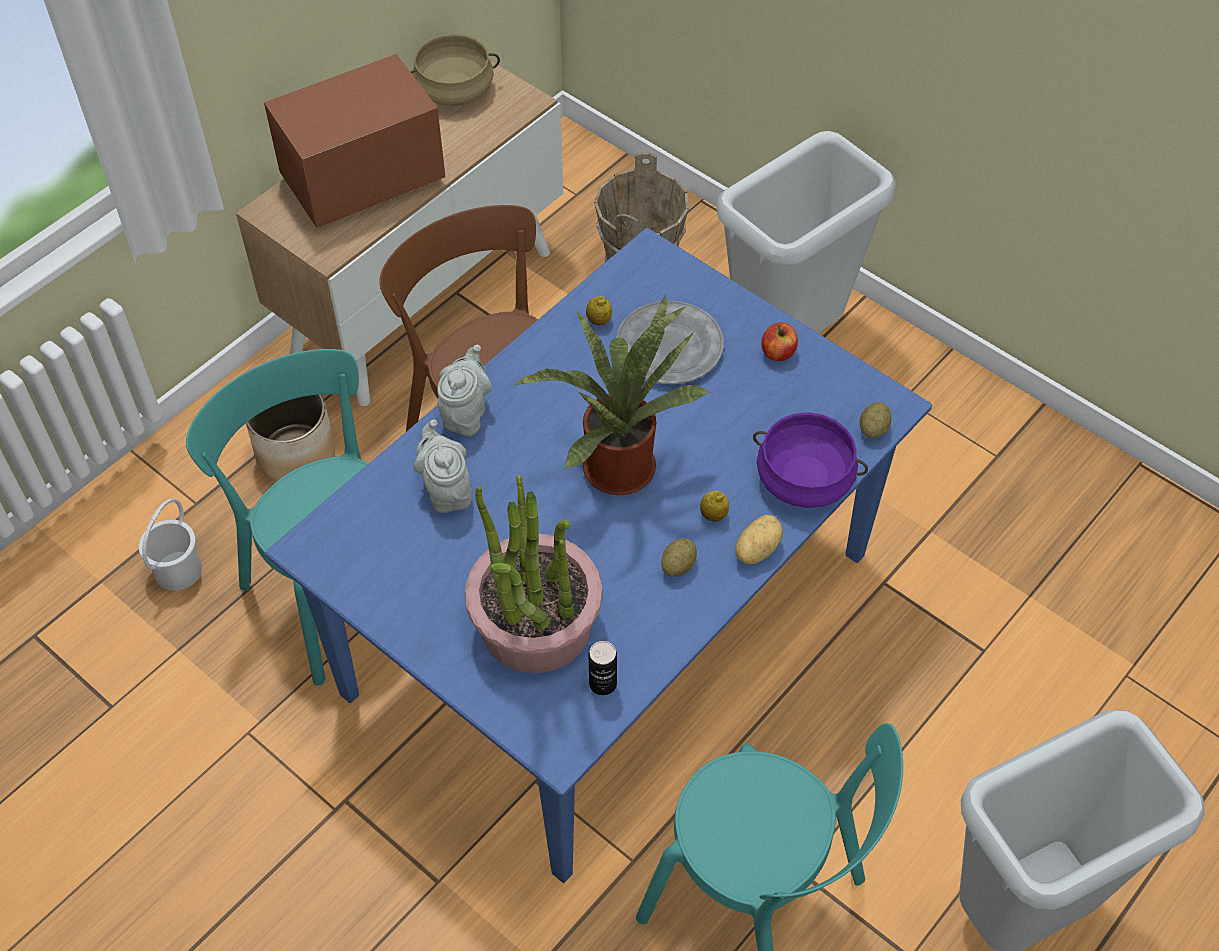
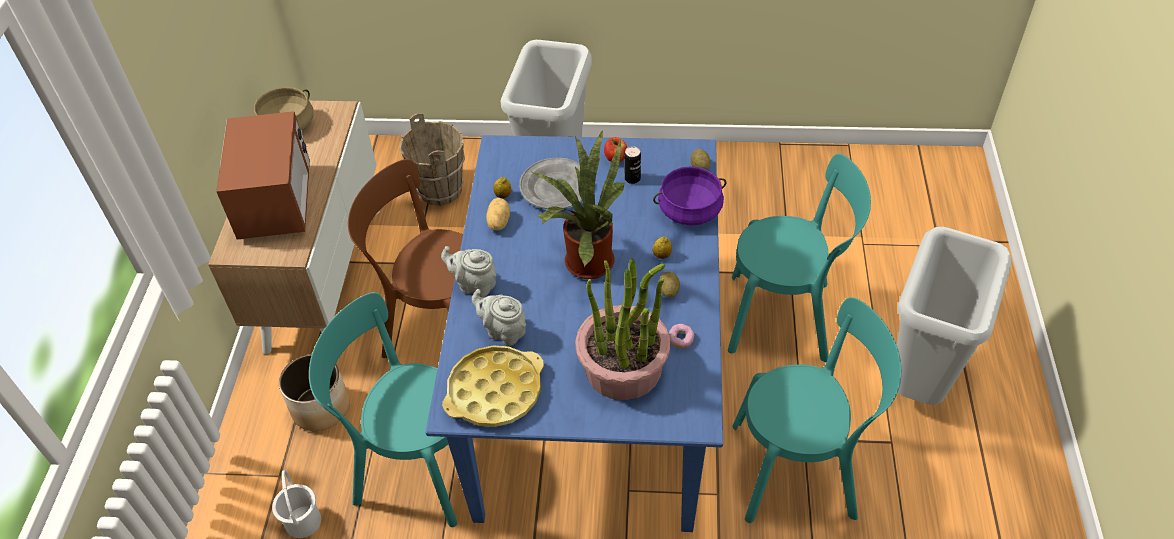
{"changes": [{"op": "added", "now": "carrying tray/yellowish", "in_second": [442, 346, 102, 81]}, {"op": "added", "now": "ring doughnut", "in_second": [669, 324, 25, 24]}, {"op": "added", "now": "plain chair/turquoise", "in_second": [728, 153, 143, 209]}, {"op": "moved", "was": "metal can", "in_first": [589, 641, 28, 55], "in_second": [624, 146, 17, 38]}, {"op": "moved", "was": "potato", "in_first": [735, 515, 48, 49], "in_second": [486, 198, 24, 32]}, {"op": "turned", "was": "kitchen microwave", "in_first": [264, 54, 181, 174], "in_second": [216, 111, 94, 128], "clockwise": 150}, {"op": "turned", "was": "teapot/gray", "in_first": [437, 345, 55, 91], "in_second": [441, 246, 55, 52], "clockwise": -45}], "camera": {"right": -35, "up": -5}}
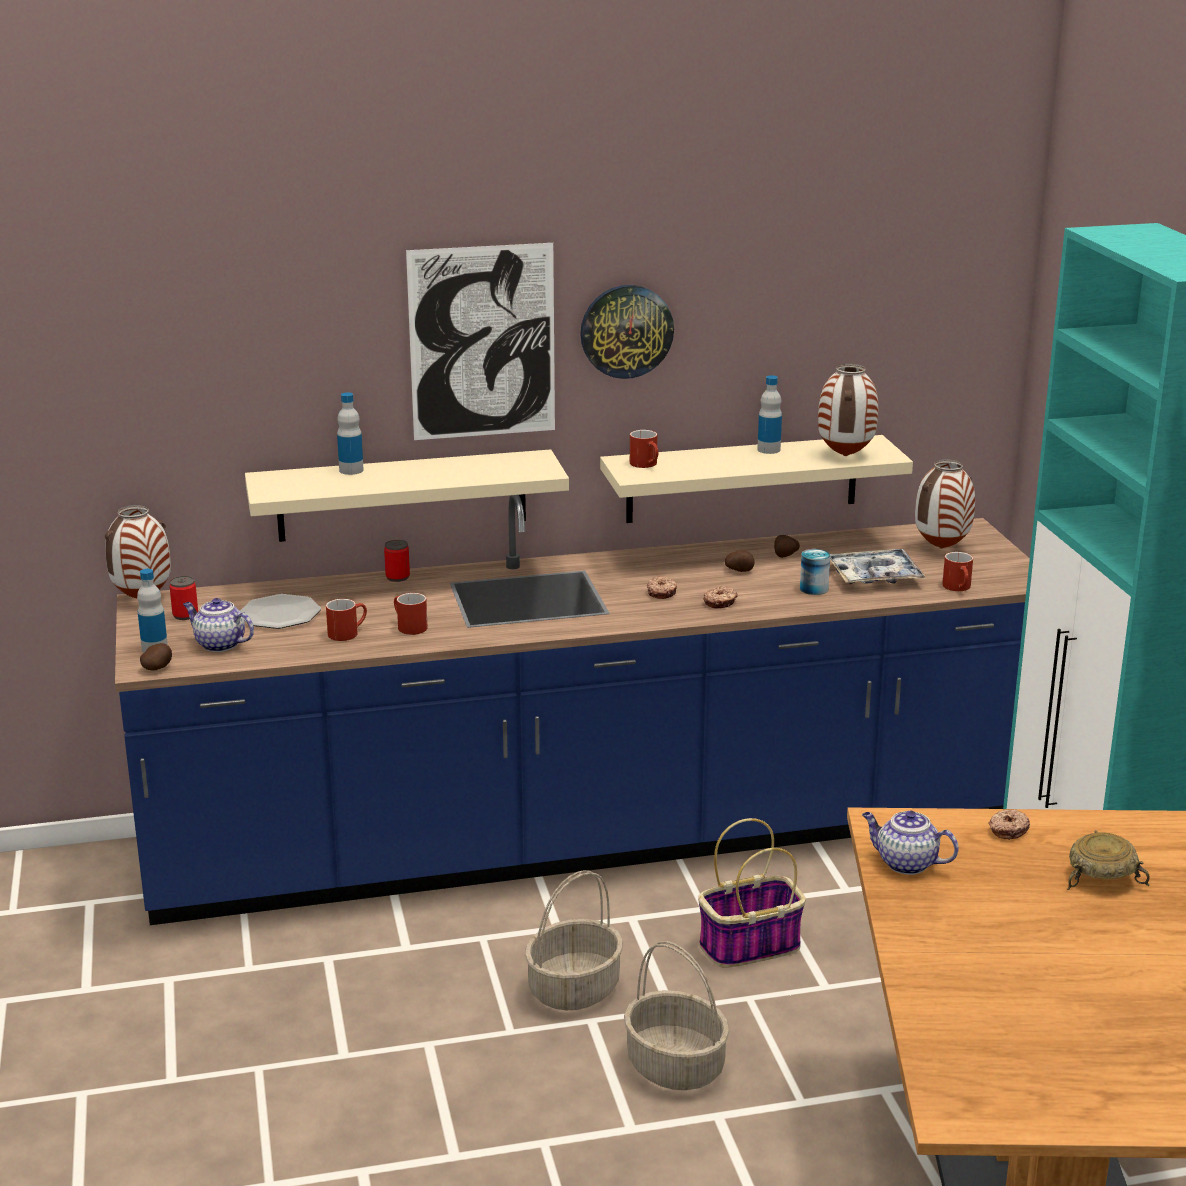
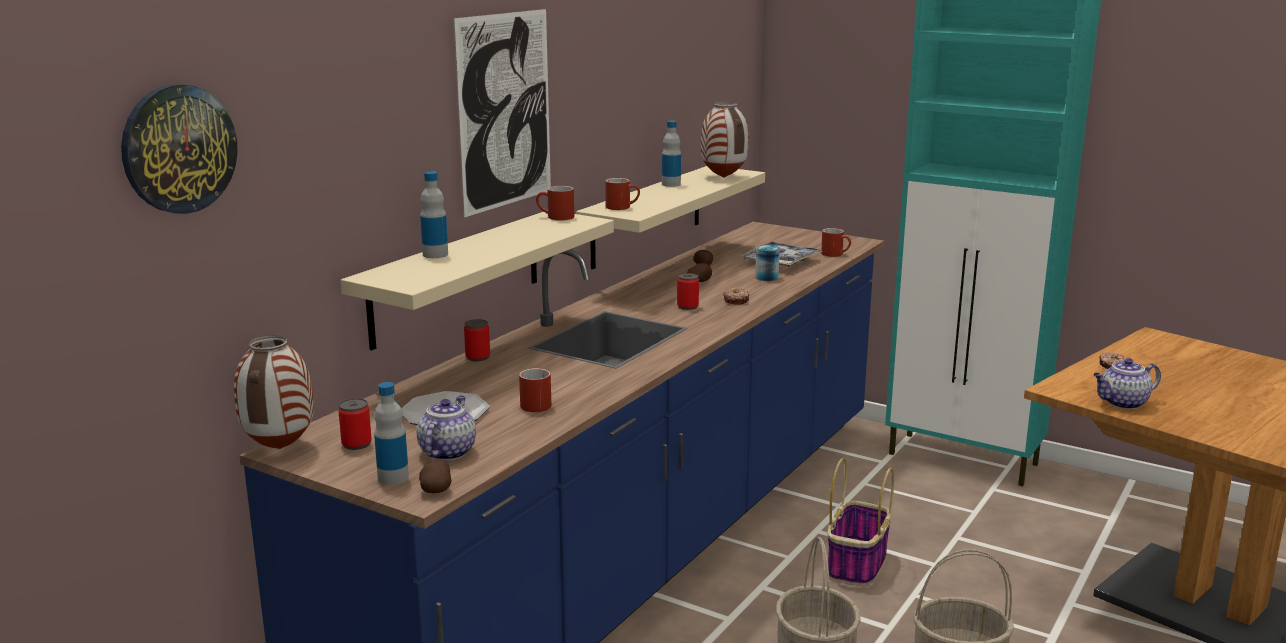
{"changes": [{"op": "removed", "was": "decorative vase", "in_first": [915, 459, 60, 90]}, {"op": "removed", "was": "deep dish/sand-coloured", "in_first": [1067, 830, 83, 60]}, {"op": "moved", "was": "coffee mug/reddish", "in_first": [394, 593, 34, 42], "in_second": [536, 186, 38, 35]}, {"op": "moved", "was": "clock on the wall", "in_first": [580, 285, 94, 94], "in_second": [121, 84, 116, 130]}, {"op": "replaced", "was": "ring doughnut", "now": "metal can", "in_first": [647, 576, 30, 23], "in_second": [677, 273, 22, 37]}, {"op": "turned", "was": "teapot", "in_first": [183, 598, 71, 54], "in_second": [416, 396, 60, 65], "clockwise": 120}], "camera": {"right": -45, "up": -5}}
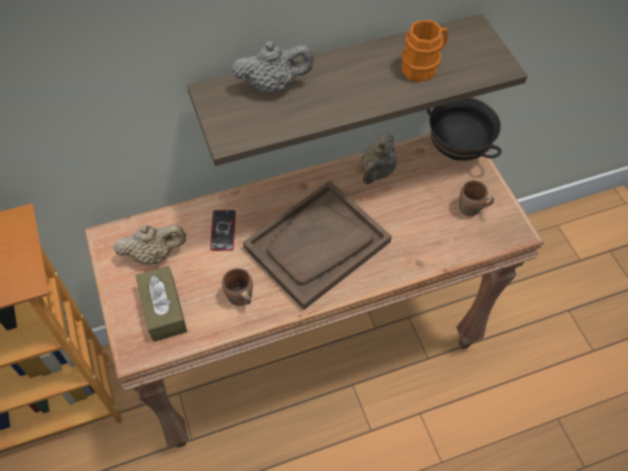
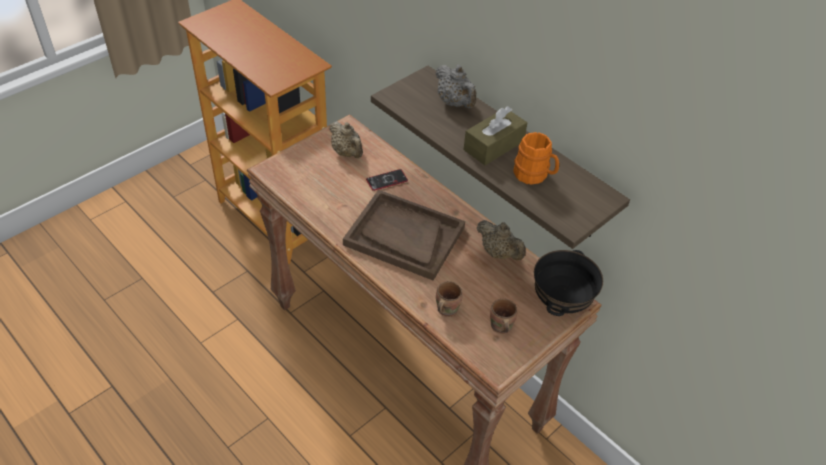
{"changes": [{"op": "moved", "was": "tissue holder/brown-coloured", "in_first": [136, 266, 51, 76], "in_second": [463, 106, 64, 59]}, {"op": "moved", "was": "coffee mug/brown-coloured", "in_first": [222, 268, 31, 38], "in_second": [436, 281, 26, 36]}, {"op": "turned", "was": "teapot/sand-coloured", "in_first": [360, 133, 37, 51], "in_second": [476, 220, 50, 40], "clockwise": -135}], "camera": {"right": 65, "up": -10}}
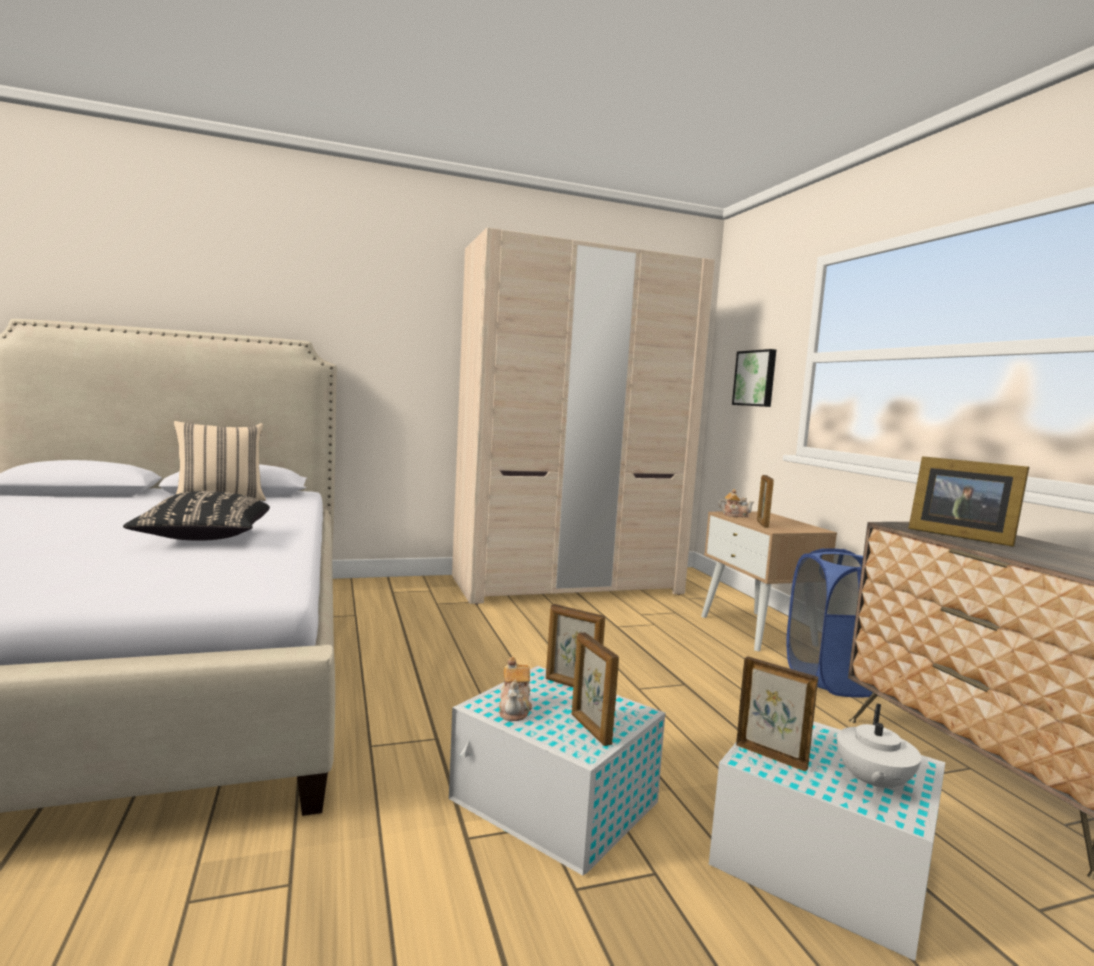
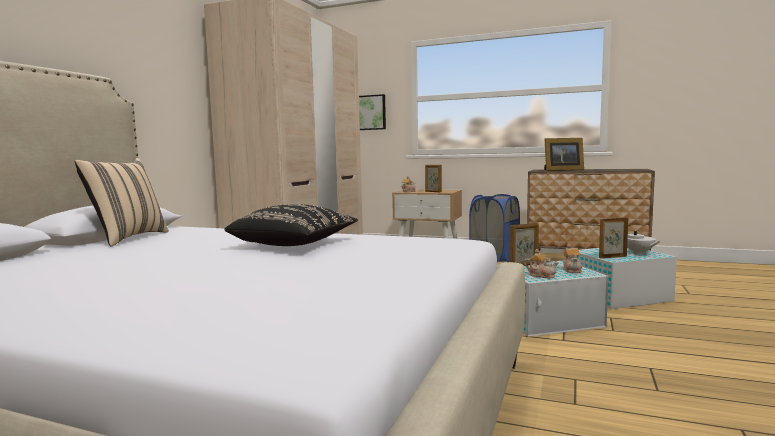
{"changes": [{"op": "replaced", "was": "picture frame", "now": "teapot", "in_first": [572, 632, 47, 114], "in_second": [563, 244, 19, 29]}], "camera": {"right": -50, "up": 0}}
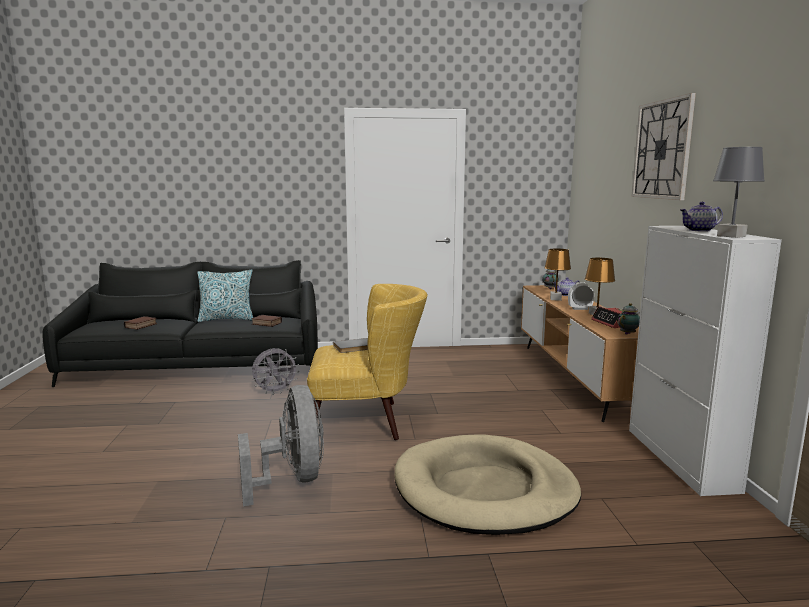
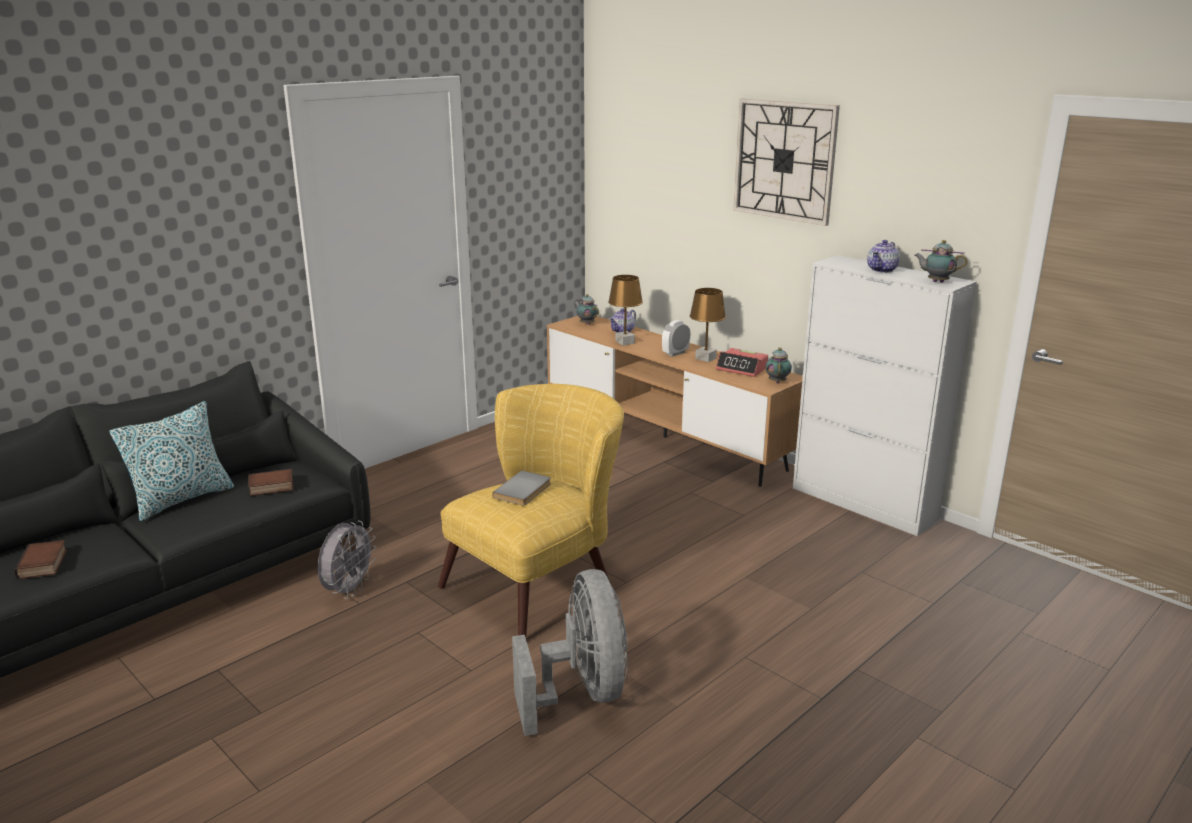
{"changes": [{"op": "removed", "was": "dog cushion/sand-coloured", "in_first": [394, 434, 187, 101]}, {"op": "replaced", "was": "lamp for a table/gray", "now": "teapot", "in_first": [713, 147, 52, 91], "in_second": [914, 240, 53, 43]}, {"op": "turned", "was": "fan/gray", "in_first": [238, 385, 86, 121], "in_second": [512, 569, 116, 167], "clockwise": 45}], "camera": {"right": -40, "up": 10}}
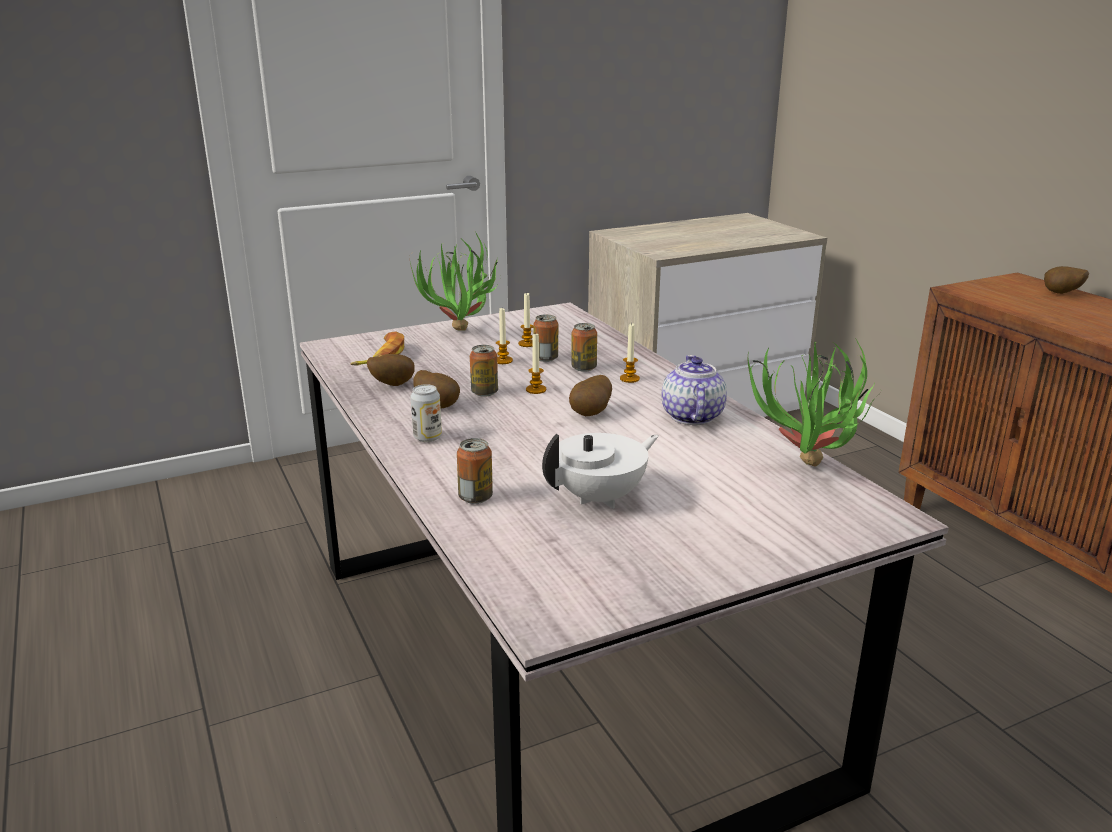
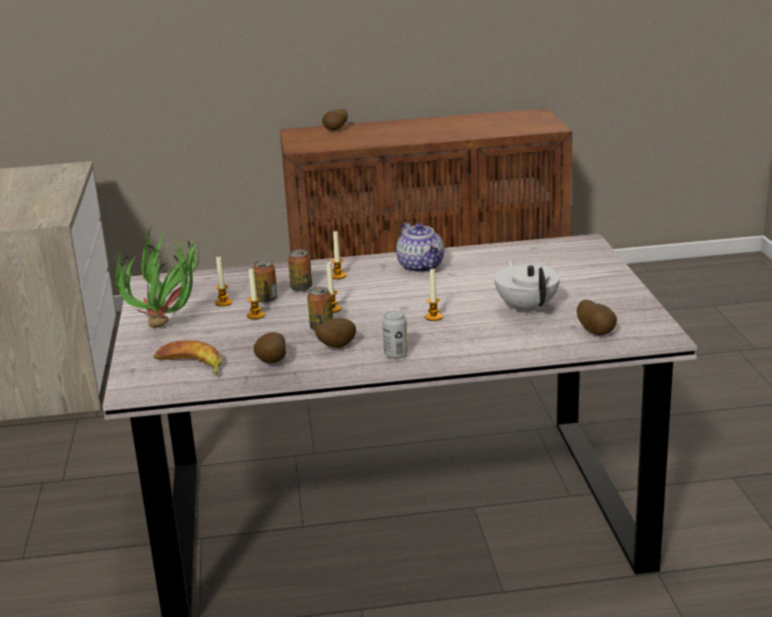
{"changes": [{"op": "removed", "was": "metal can", "in_first": [457, 438, 36, 66]}, {"op": "removed", "was": "houseplant", "in_first": [748, 338, 130, 129]}, {"op": "added", "now": "wax light", "in_second": [425, 269, 18, 52]}, {"op": "moved", "was": "potato", "in_first": [569, 375, 43, 41], "in_second": [577, 300, 40, 35]}, {"op": "turned", "was": "teapot", "in_first": [662, 355, 65, 70], "in_second": [396, 222, 48, 51], "clockwise": -135}], "camera": {"right": -70, "up": 0}}
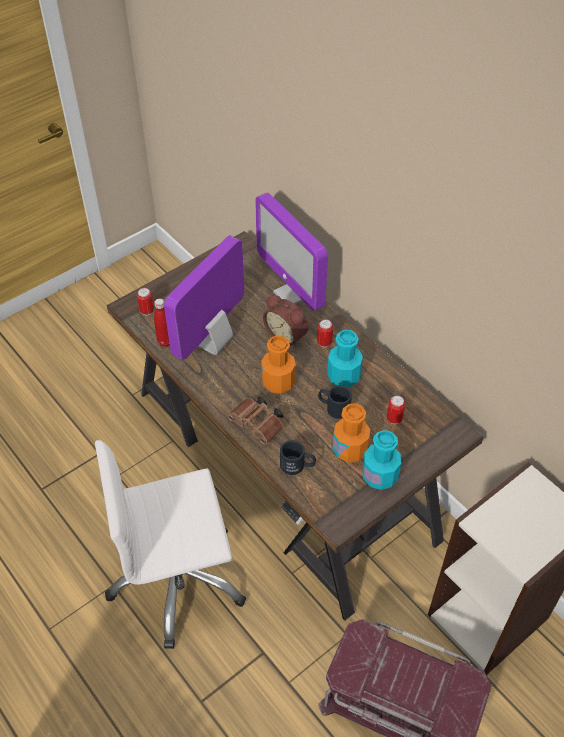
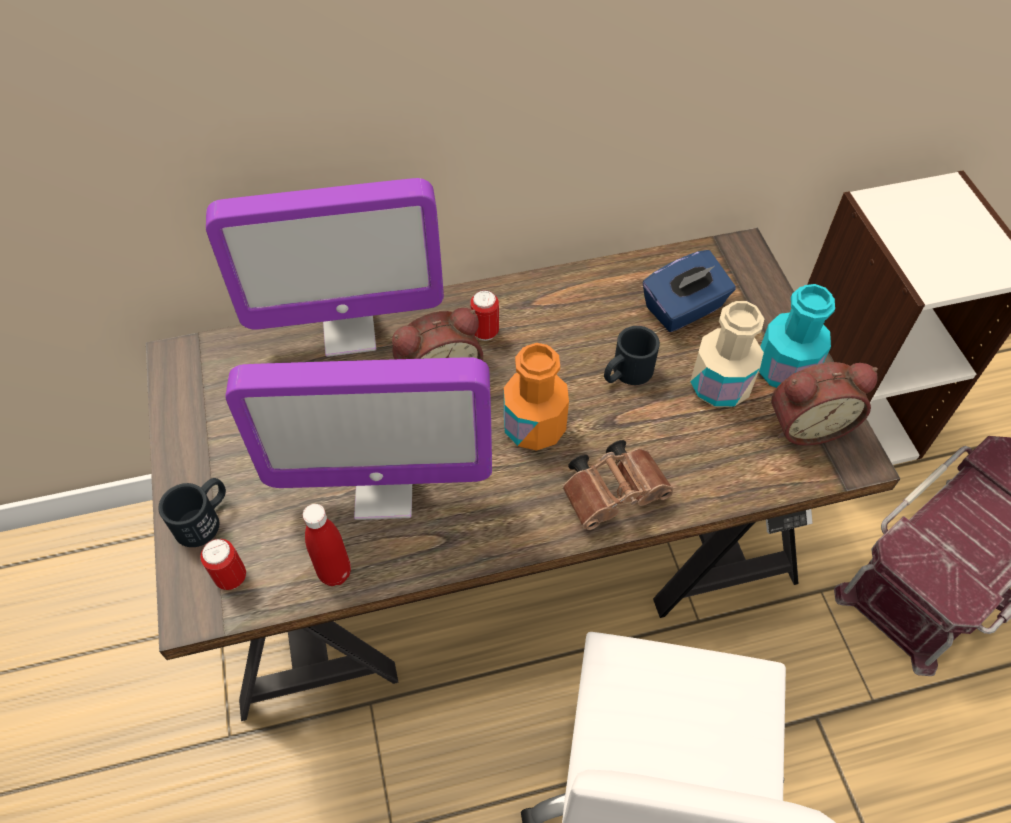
{"changes": [{"op": "removed", "was": "drink bottle/turquoise", "in_first": [327, 330, 36, 57]}, {"op": "added", "now": "table clock", "in_second": [771, 362, 107, 84]}, {"op": "moved", "was": "coffee mug/black-coloured", "in_first": [280, 440, 36, 35], "in_second": [158, 478, 68, 69]}, {"op": "replaced", "was": "metal can", "now": "tissue holder/blue", "in_first": [387, 396, 18, 28], "in_second": [643, 250, 92, 82]}, {"op": "recoloured", "was": "drink bottle/orange-coloured", "now": "drink bottle/sand-coloured", "in_first": [332, 403, 38, 60], "in_second": [690, 301, 74, 106]}, {"op": "turned", "was": "monitor", "in_first": [164, 236, 80, 124], "in_second": [225, 357, 267, 163], "clockwise": -60}], "camera": {"right": -65, "up": 5}}
